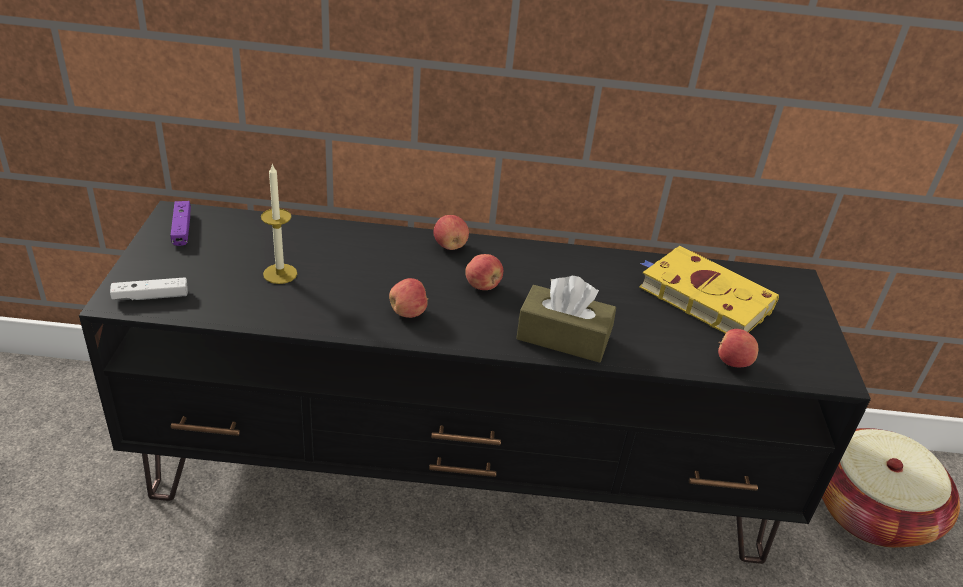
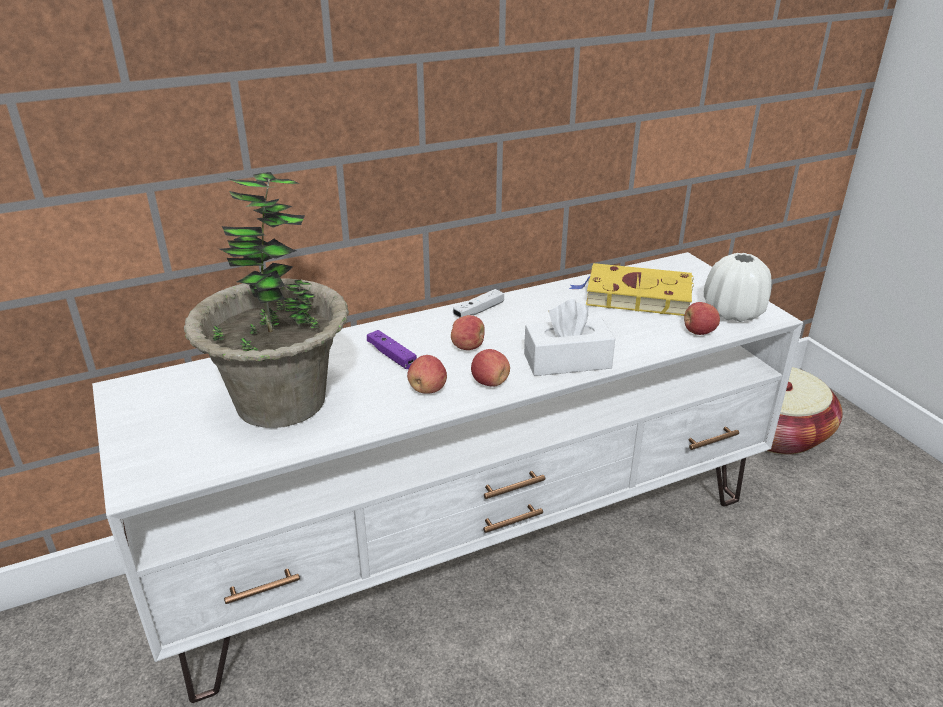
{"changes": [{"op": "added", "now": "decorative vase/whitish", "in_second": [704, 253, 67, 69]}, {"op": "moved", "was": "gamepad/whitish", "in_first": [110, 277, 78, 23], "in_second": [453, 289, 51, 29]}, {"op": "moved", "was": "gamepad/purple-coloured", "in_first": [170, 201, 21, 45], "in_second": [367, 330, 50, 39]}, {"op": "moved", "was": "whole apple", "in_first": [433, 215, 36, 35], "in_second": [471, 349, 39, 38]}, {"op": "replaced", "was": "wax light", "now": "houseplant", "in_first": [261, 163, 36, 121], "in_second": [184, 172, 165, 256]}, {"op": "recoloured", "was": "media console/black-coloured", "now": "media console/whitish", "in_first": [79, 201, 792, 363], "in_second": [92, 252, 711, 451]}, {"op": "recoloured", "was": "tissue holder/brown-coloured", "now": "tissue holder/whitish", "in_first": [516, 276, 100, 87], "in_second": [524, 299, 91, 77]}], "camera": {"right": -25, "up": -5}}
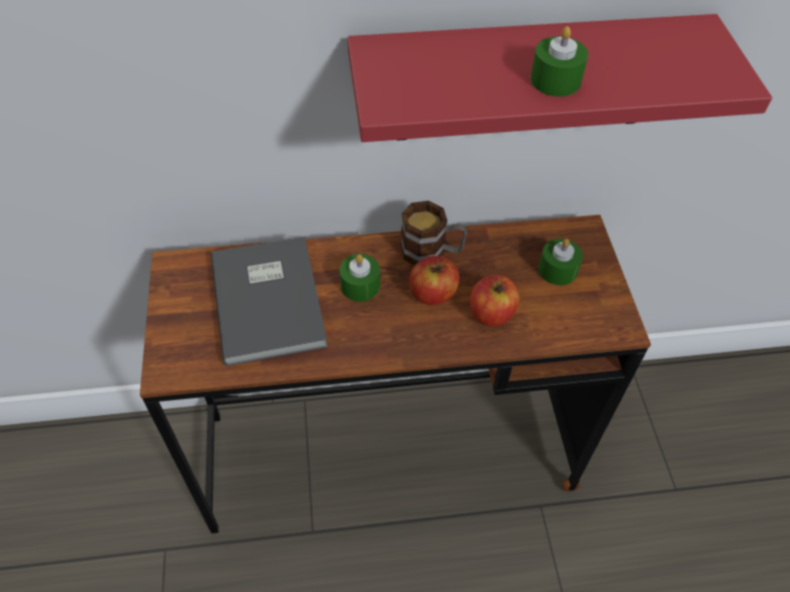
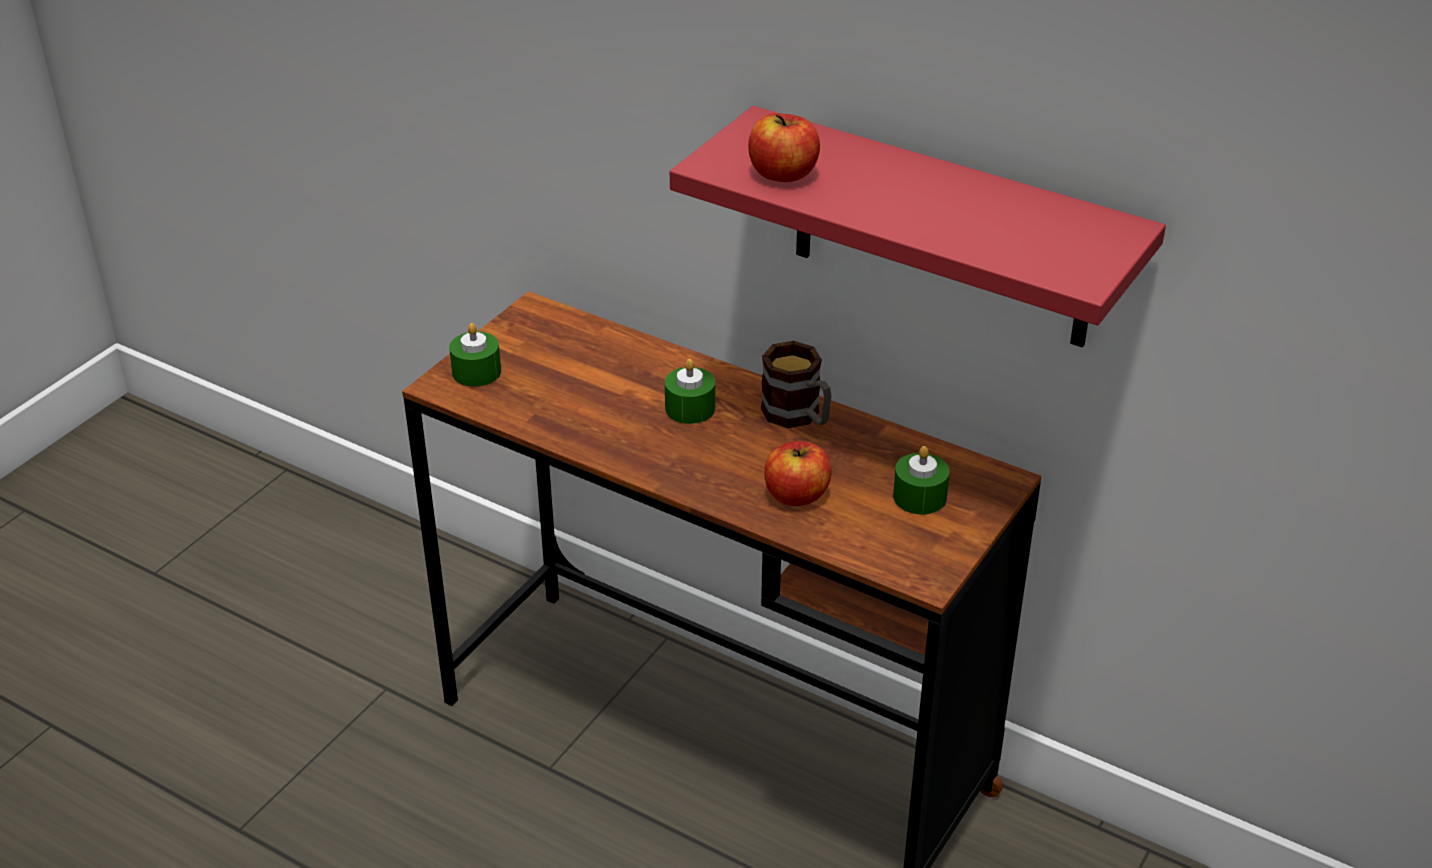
{"changes": [{"op": "removed", "was": "volume/gray", "in_first": [211, 237, 117, 129]}, {"op": "moved", "was": "whole apple", "in_first": [409, 256, 51, 49], "in_second": [748, 113, 72, 69]}, {"op": "moved", "was": "wax light/greenish", "in_first": [530, 26, 58, 71], "in_second": [449, 323, 52, 64]}], "camera": {"right": 40, "up": -15}}
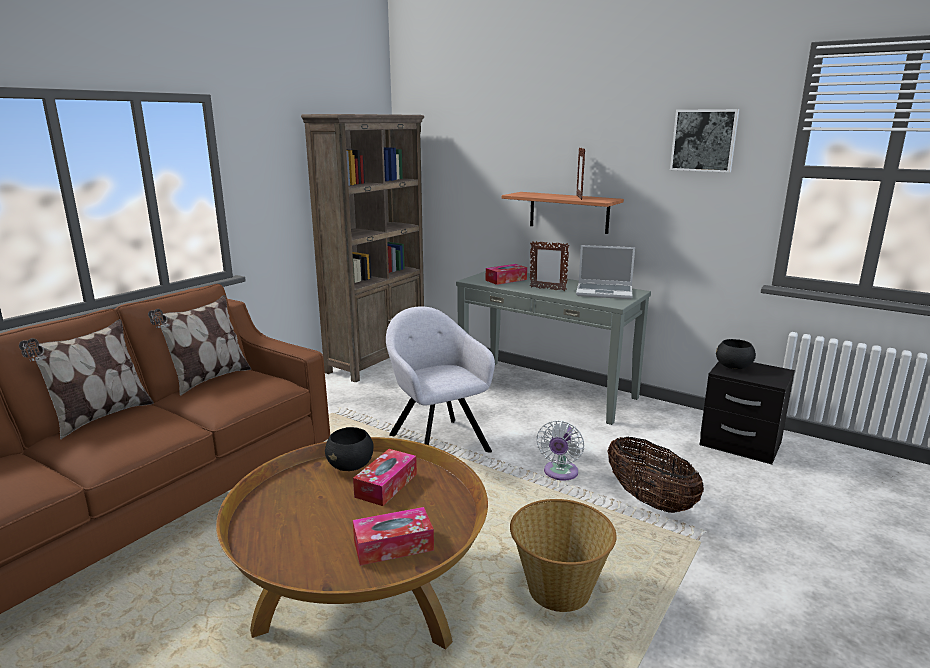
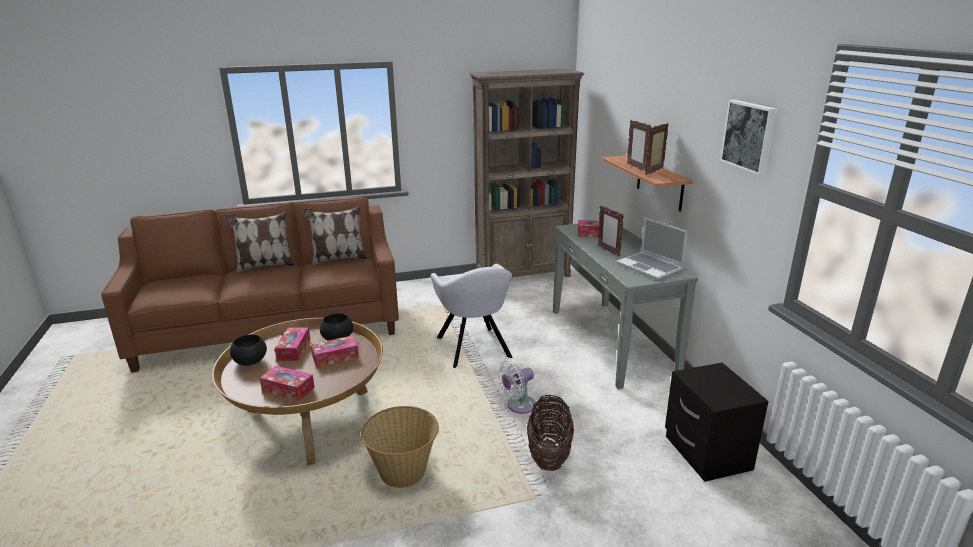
{"changes": [{"op": "added", "now": "tissue holder", "in_second": [275, 327, 35, 34]}, {"op": "added", "now": "picture frame", "in_second": [627, 120, 24, 52]}, {"op": "moved", "was": "deep dish/black-coloured", "in_first": [716, 339, 40, 30], "in_second": [230, 335, 37, 31]}, {"op": "turned", "was": "armchair/gray", "in_first": [386, 306, 109, 147], "in_second": [431, 264, 81, 104], "clockwise": 150}], "camera": {"right": 40, "up": 5}}
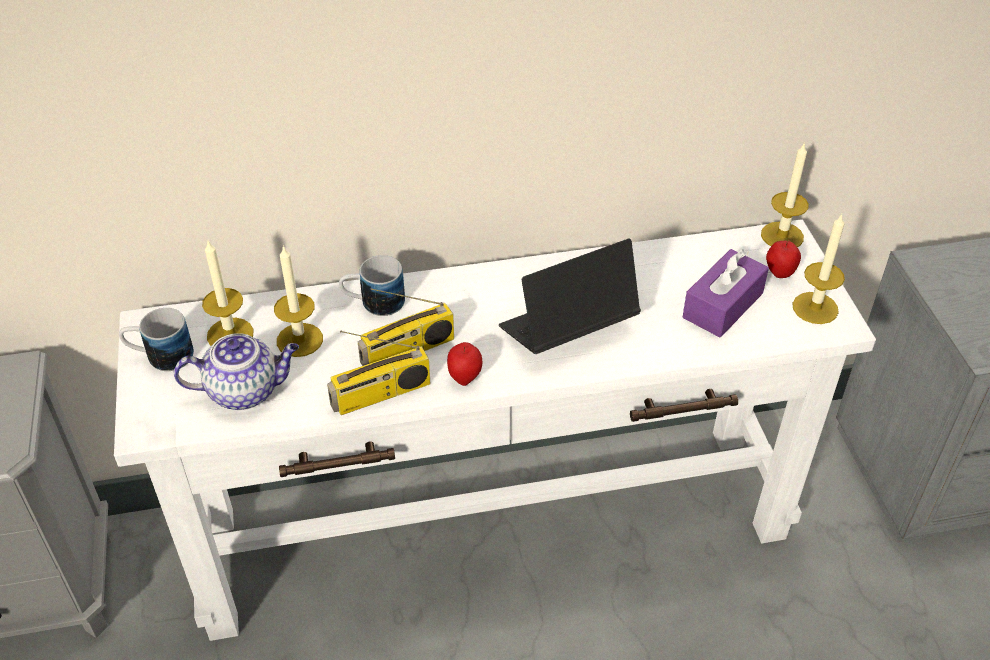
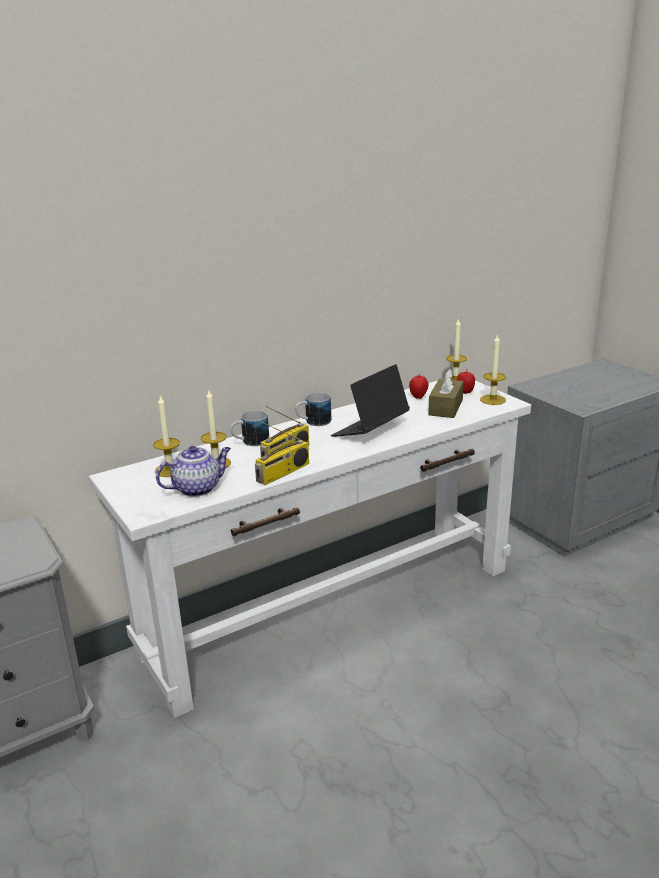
{"changes": [{"op": "moved", "was": "coffee mug", "in_first": [119, 308, 75, 63], "in_second": [295, 392, 36, 34]}, {"op": "moved", "was": "whole apple", "in_first": [447, 342, 35, 44], "in_second": [409, 374, 20, 25]}, {"op": "recoloured", "was": "tissue holder/purple-coloured", "now": "tissue holder/brown-coloured", "in_first": [683, 249, 86, 88], "in_second": [428, 369, 36, 49]}], "camera": {"right": -20, "up": -20}}
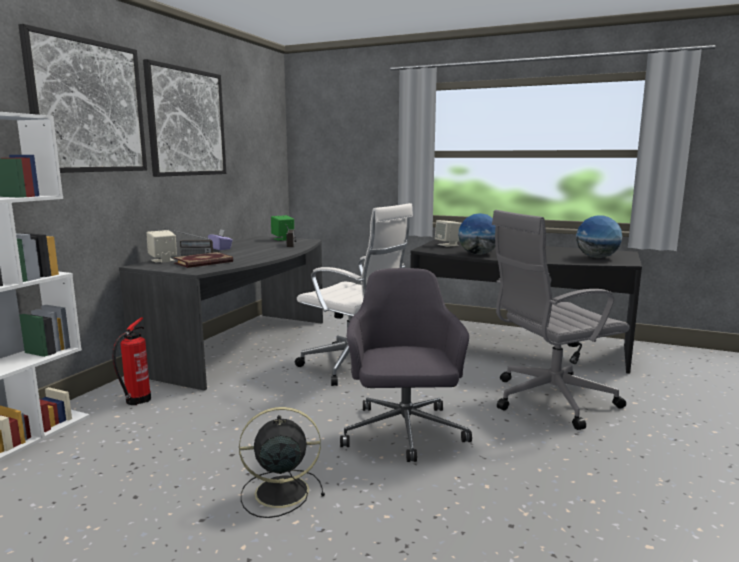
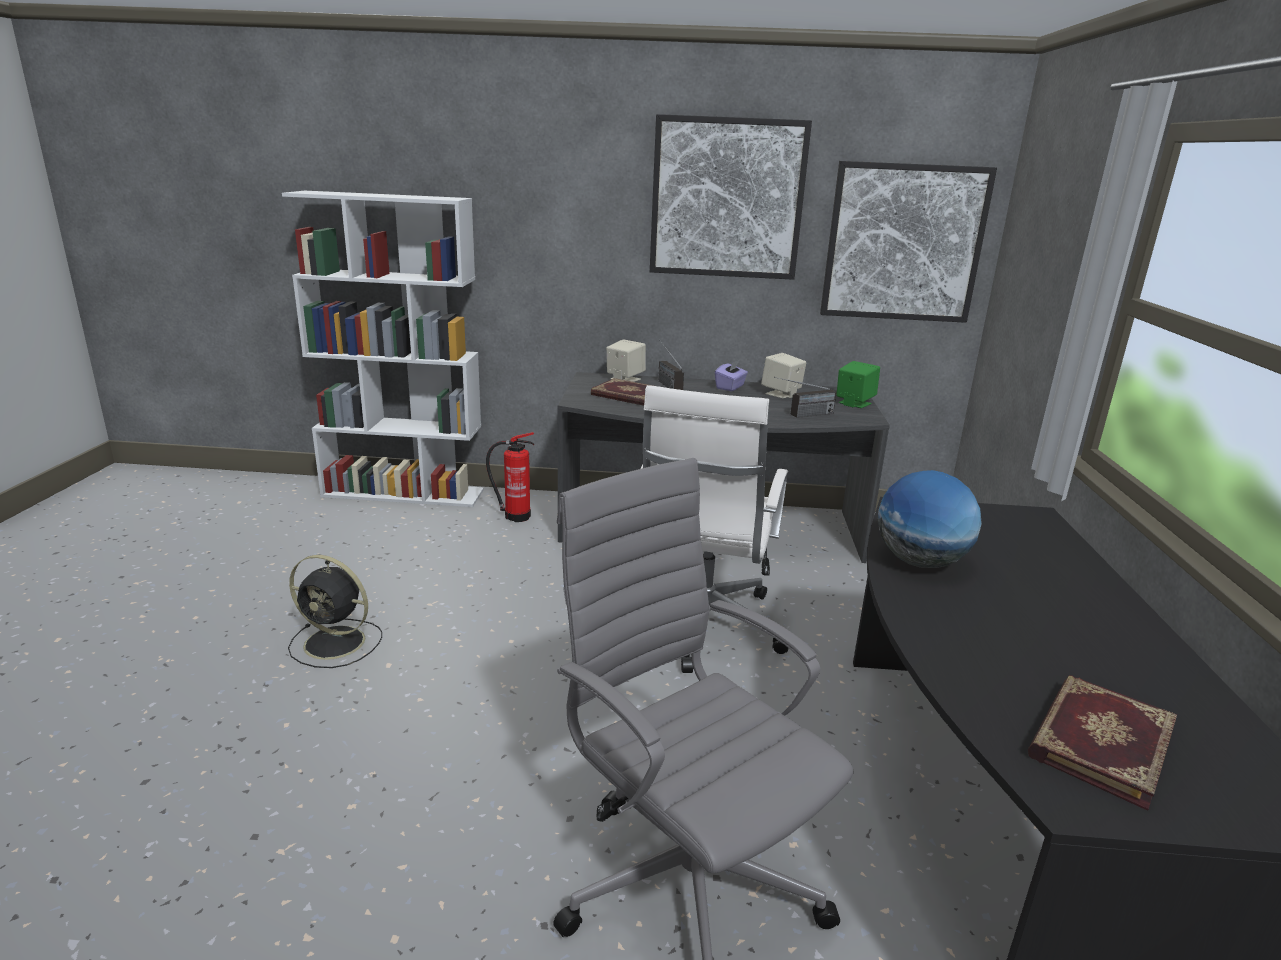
{"changes": [{"op": "removed", "was": "office chair/gray", "in_first": [340, 268, 132, 194]}, {"op": "moved", "was": "picture", "in_first": [18, 24, 129, 149], "in_second": [820, 161, 177, 162]}, {"op": "moved", "was": "loudspeaker/sand-coloured", "in_first": [435, 220, 27, 27], "in_second": [761, 353, 45, 46]}, {"op": "replaced", "was": "globe", "now": "volume", "in_first": [576, 215, 46, 43], "in_second": [1028, 675, 149, 136]}, {"op": "turned", "was": "fan/black-coloured", "in_first": [239, 407, 86, 111], "in_second": [288, 555, 94, 113], "clockwise": 135}], "camera": {"right": 70, "up": 10}}
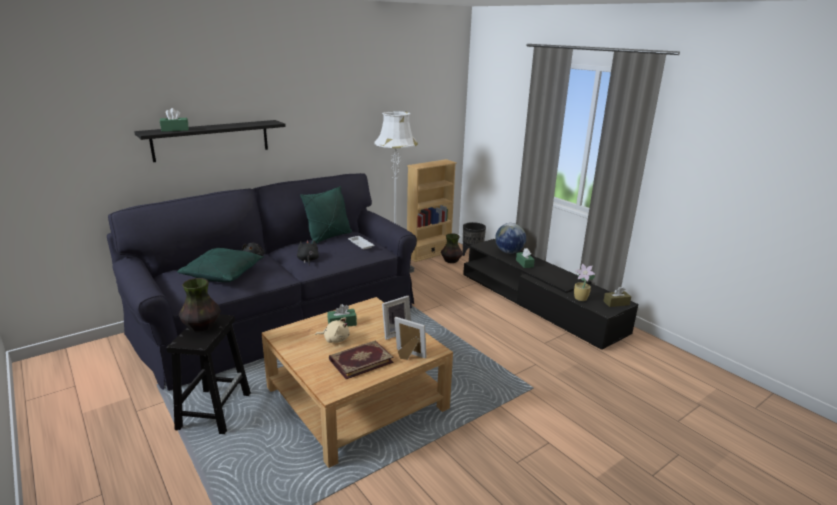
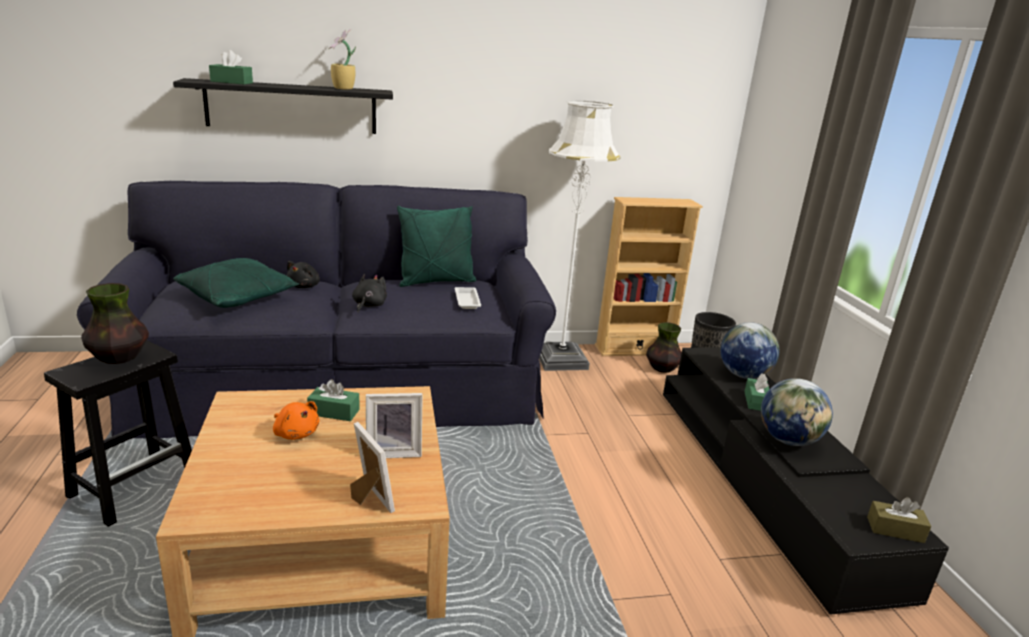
{"changes": [{"op": "removed", "was": "volume", "in_first": [329, 340, 65, 39]}, {"op": "added", "now": "globe", "in_second": [761, 378, 72, 68]}, {"op": "moved", "was": "houseplant", "in_first": [574, 264, 22, 37], "in_second": [329, 29, 27, 60]}, {"op": "recoloured", "was": "plush toy/sand-coloured", "now": "plush toy/orange-coloured", "in_first": [315, 317, 35, 26], "in_second": [273, 401, 46, 39]}], "camera": {"right": 25, "up": 0}}
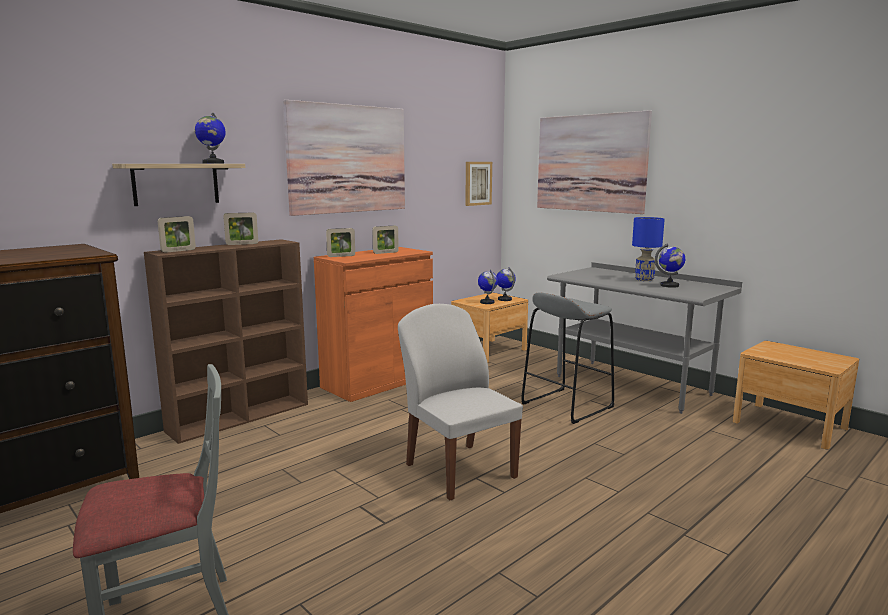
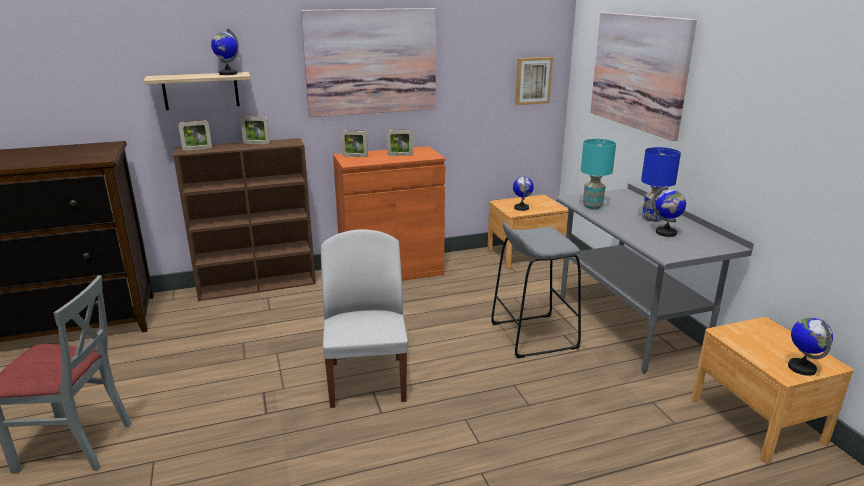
{"changes": [{"op": "added", "now": "lamp for a table/turquoise", "in_second": [581, 139, 35, 70]}, {"op": "moved", "was": "globe", "in_first": [496, 267, 20, 34], "in_second": [788, 318, 45, 58]}], "camera": {"right": 25, "up": 10}}
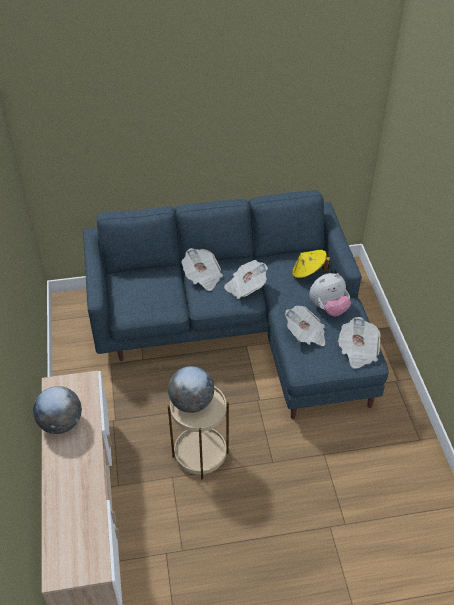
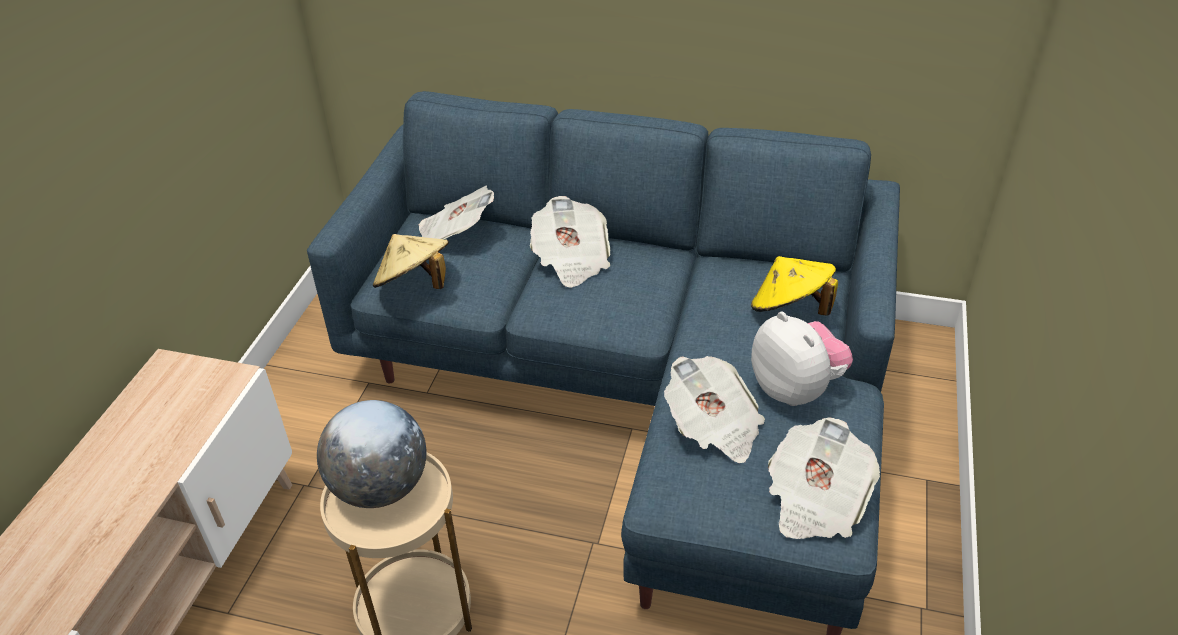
{"changes": [{"op": "removed", "was": "globe", "in_first": [33, 386, 49, 48]}, {"op": "added", "now": "clothing hat/sand-coloured", "in_second": [373, 234, 76, 55]}, {"op": "moved", "was": "newspaper", "in_first": [224, 260, 44, 39], "in_second": [419, 185, 75, 54]}, {"op": "turned", "was": "plush toy", "in_first": [309, 273, 42, 43], "in_second": [751, 312, 102, 94], "clockwise": -120}], "camera": {"right": 25, "up": -5}}
